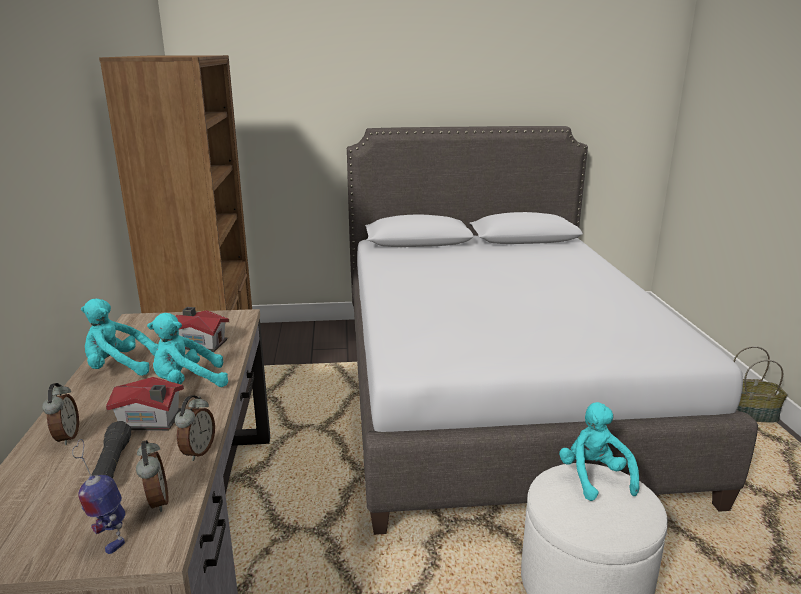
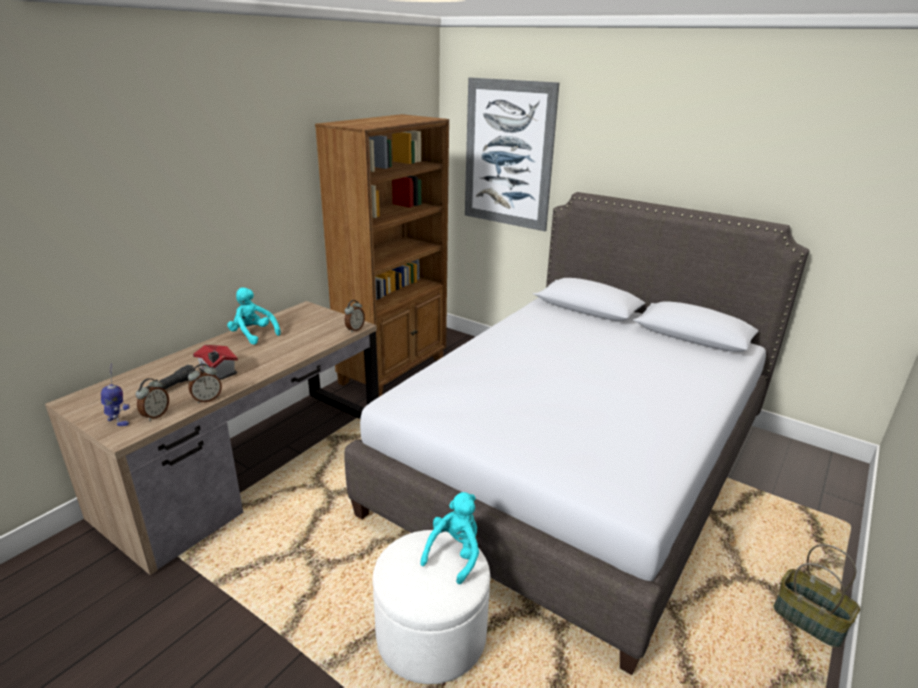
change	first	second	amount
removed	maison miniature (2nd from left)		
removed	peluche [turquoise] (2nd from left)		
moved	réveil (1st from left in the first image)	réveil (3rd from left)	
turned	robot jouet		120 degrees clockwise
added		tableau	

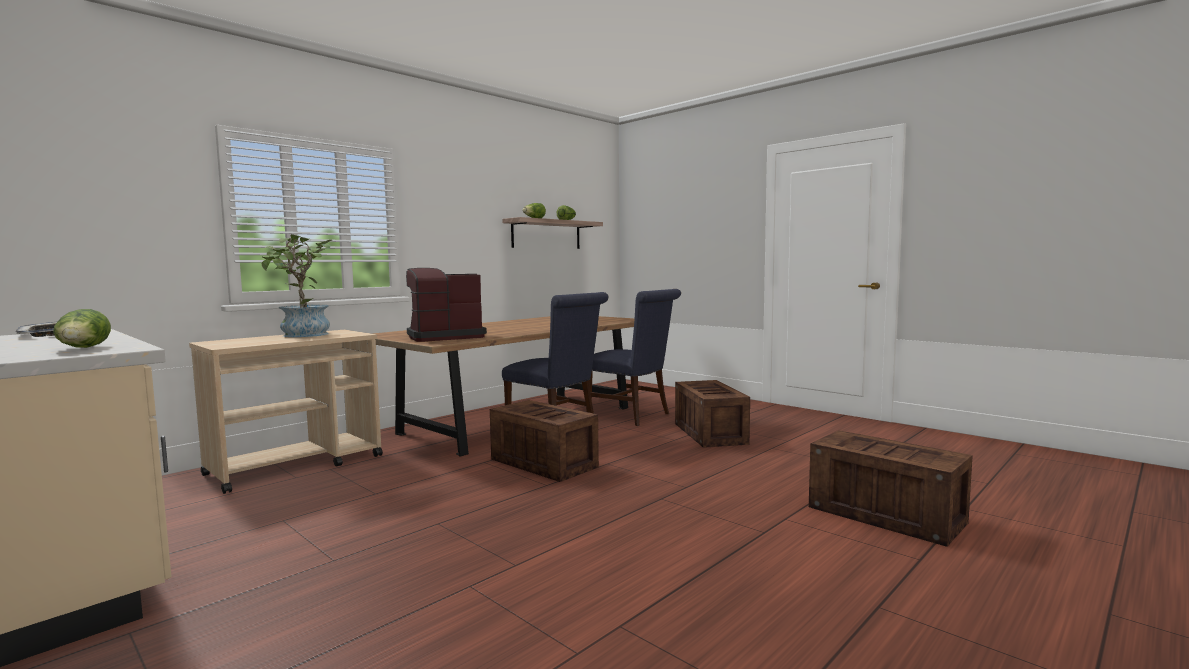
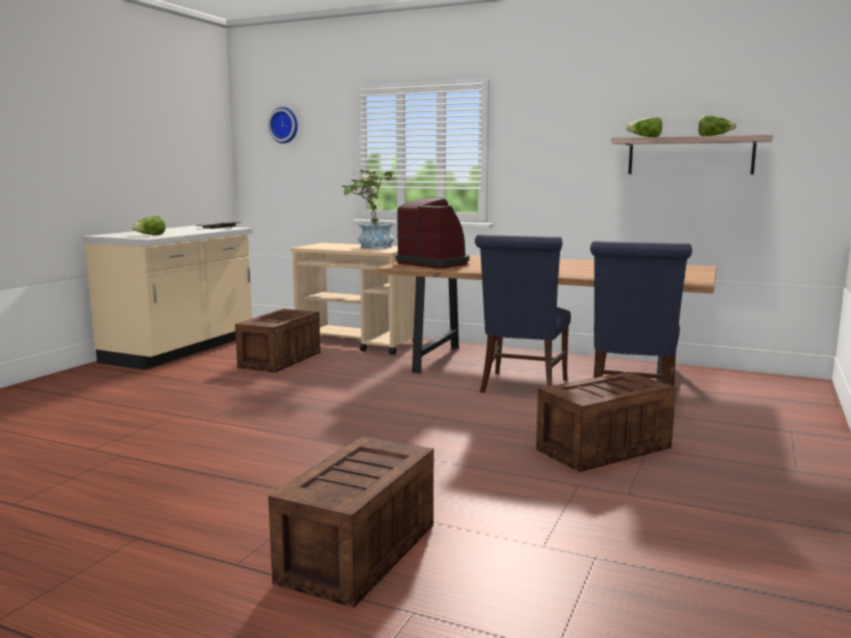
change	first	second	amount
moved	caisse (1st from left)		
added		horloge murale	

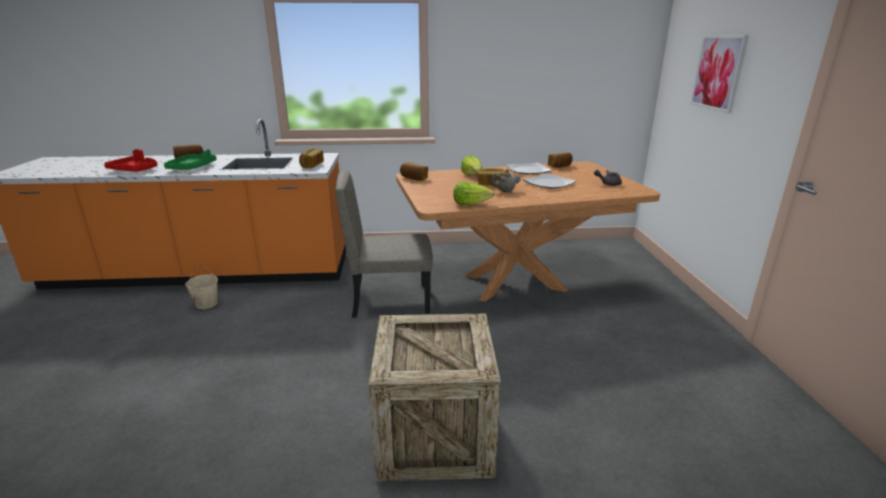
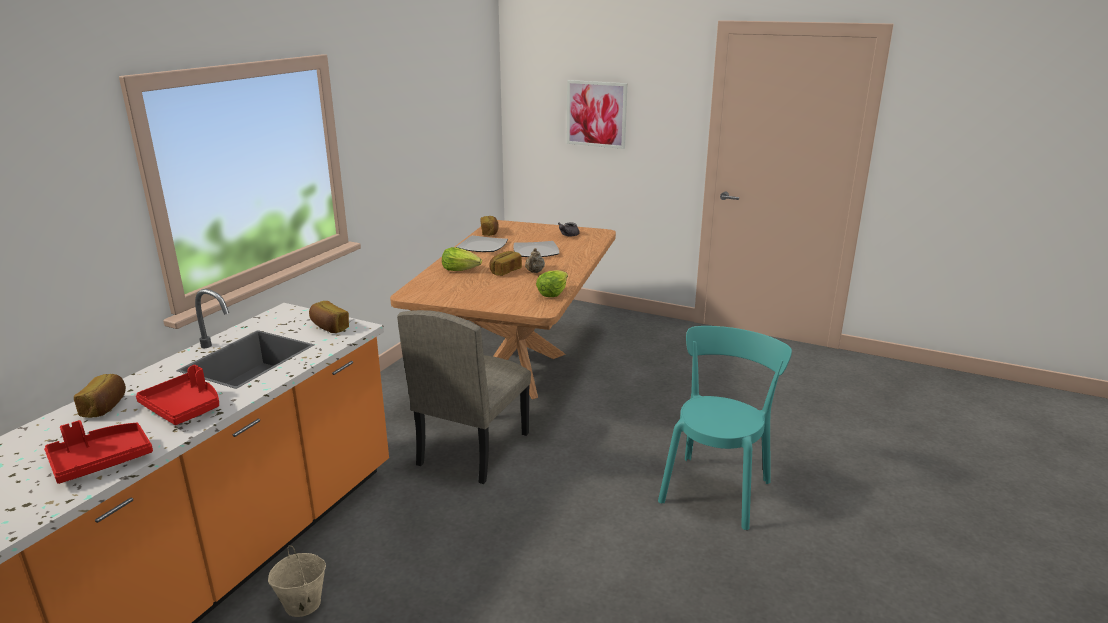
change	first	second	amount
recoloured	plateau [vert]	plateau [rouge] (2nd from left)	
removed	pain (3rd from left)		
replaced	caisse	chaise [turquoise]	

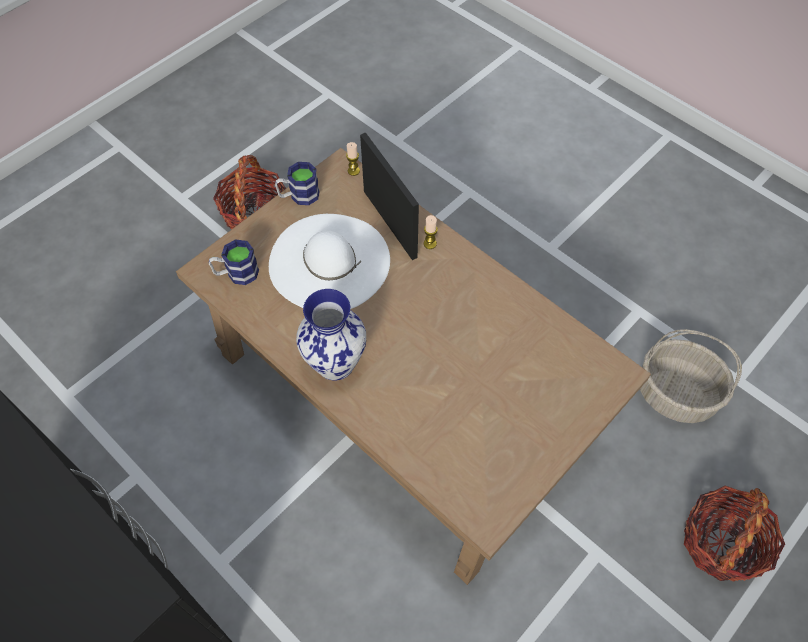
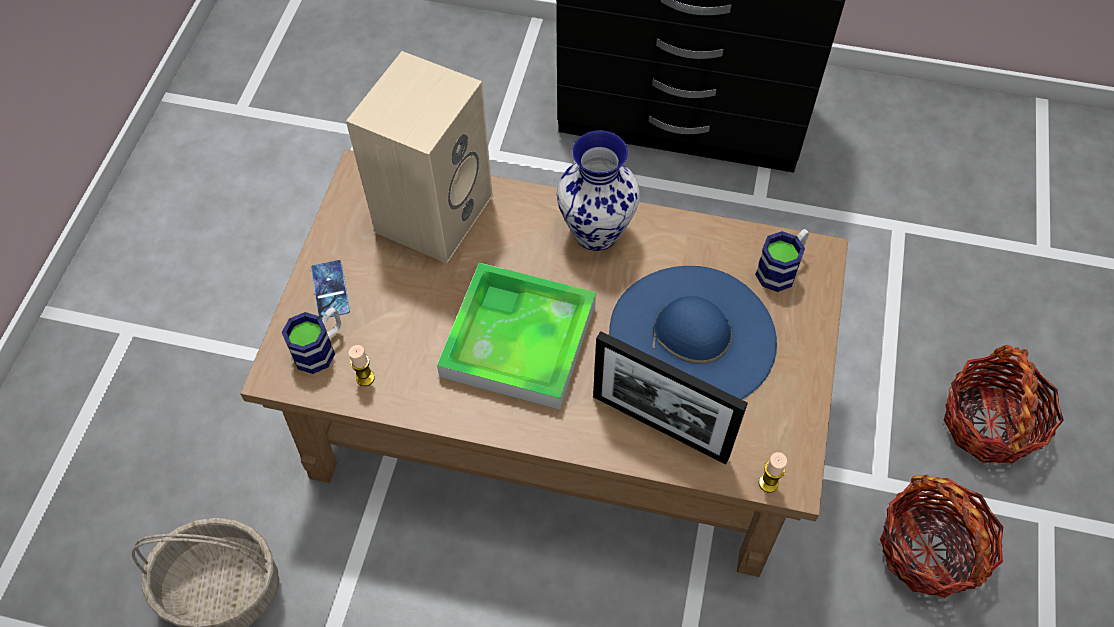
change	first	second	amount
moved	mug (2nd from left in the first image)	mug (1st from left)	
recoloured	chapeau [blanc]	chapeau [bleu]	
moved	bougie (2nd from left in the first image)	bougie (1st from left)	
moved	panier (3rd from left)		
added		enceinte [beige]	
added		téléphone	
added		plateau	

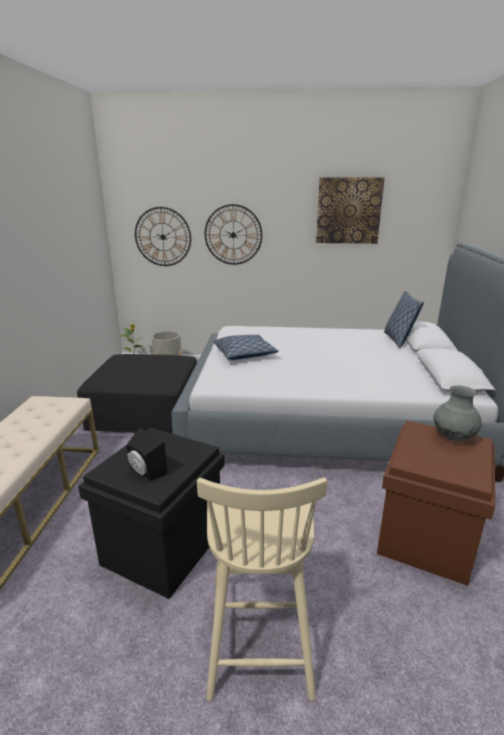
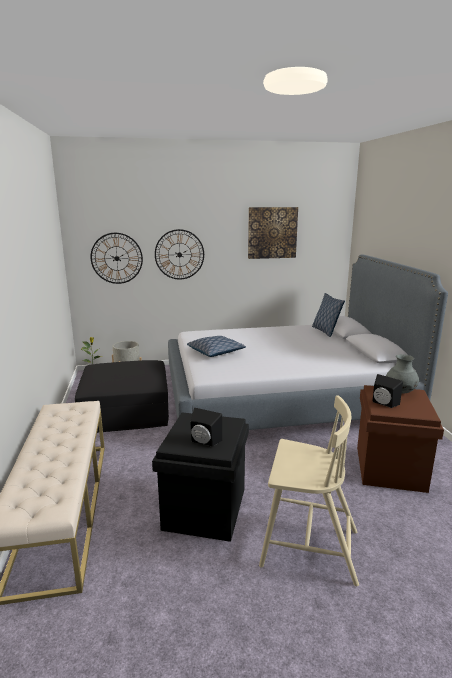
change	first	second	amount
turned	chaise [beige]		60 degrees counterclockwise
added		enceinte [noir] (2nd from left)	

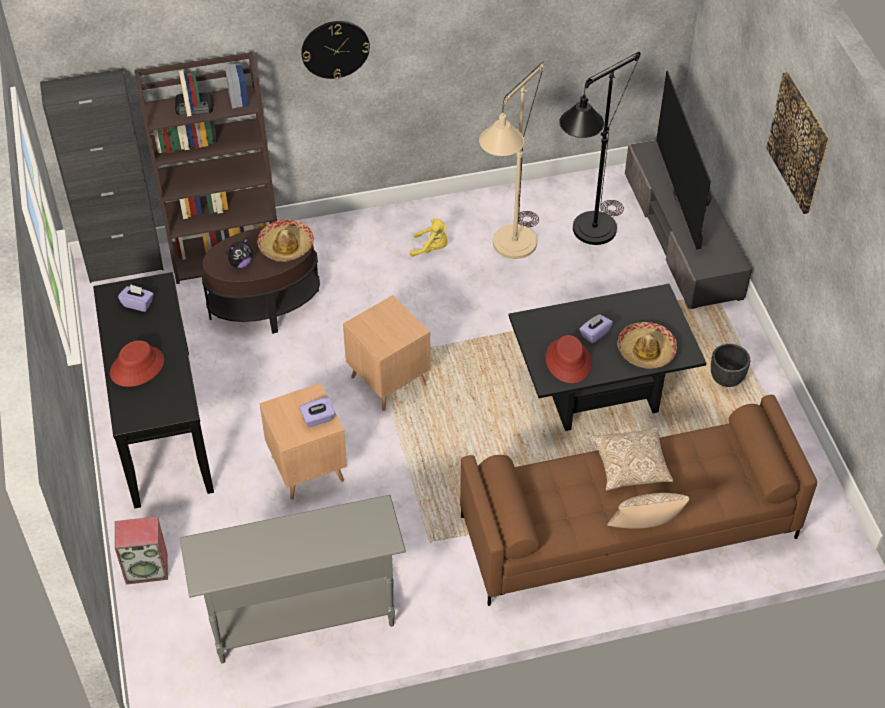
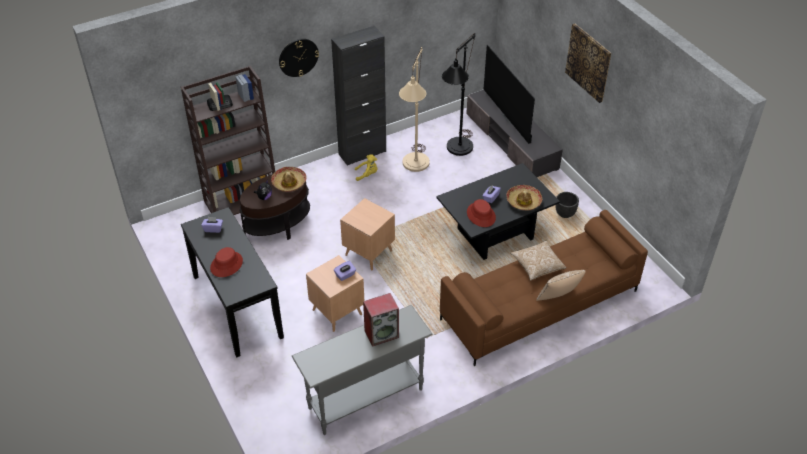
change	first	second	amount
moved	meuble de rangement [noir]		
moved	enceinte		

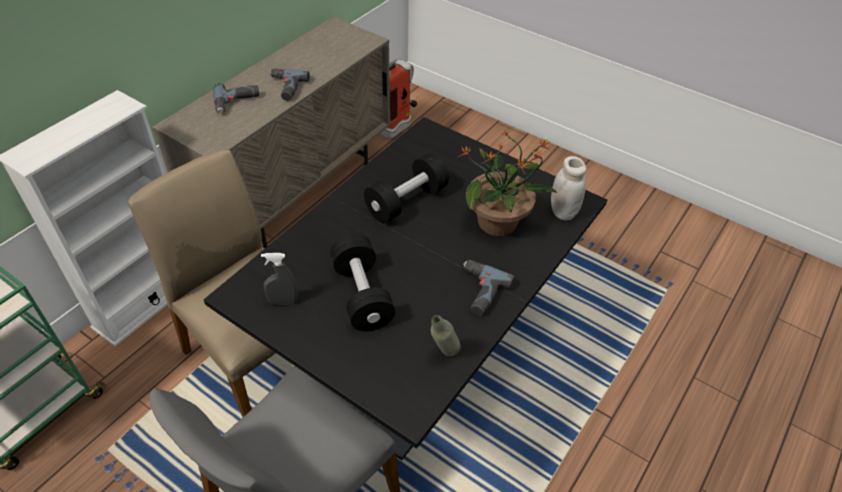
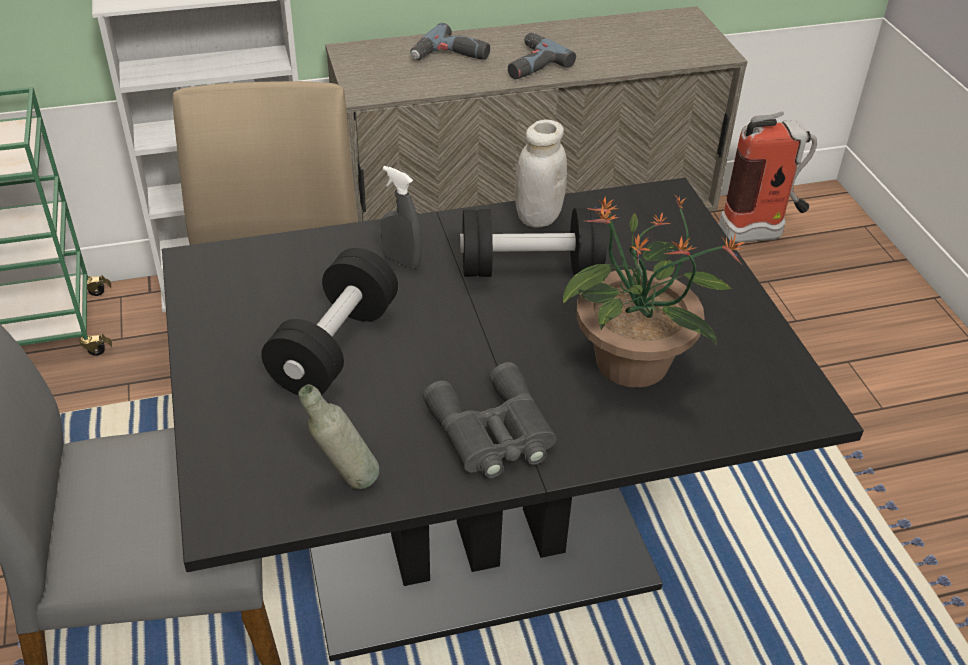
change	first	second	amount
moved	bocal [blanc]		
moved	vaporisateur [gris]		
replaced	perceuse (3rd from left)	jumelles [gris]	

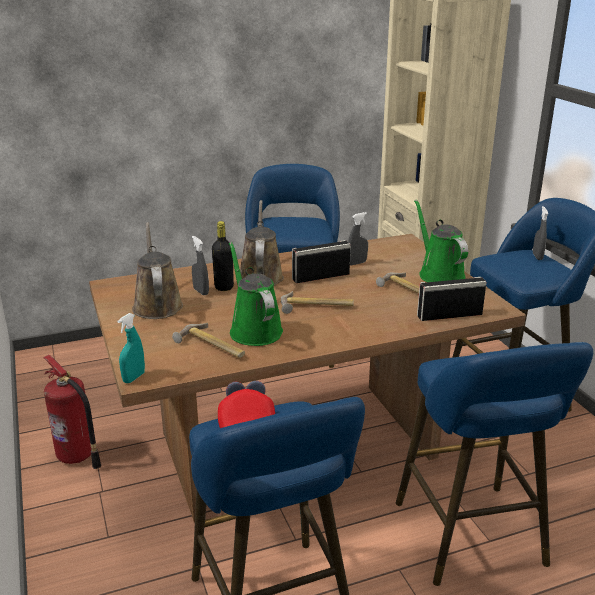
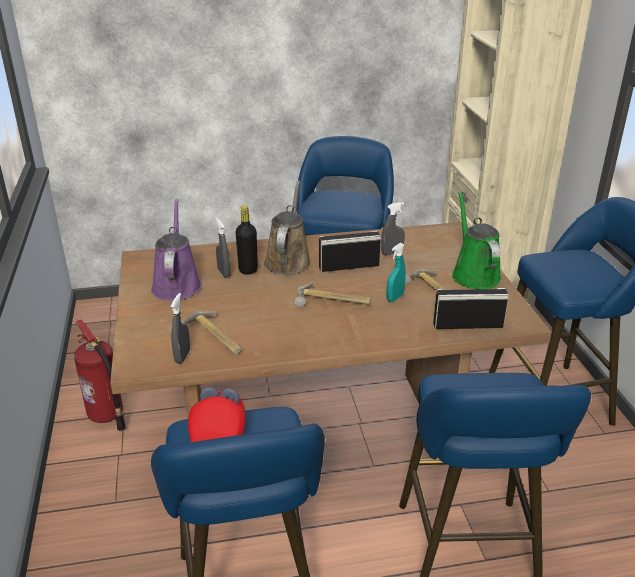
change	first	second	amount
moved	vaporisateur [gris] (3rd from left in the first image)	vaporisateur [gris] (1st from left)	
recoloured	arrosoir [marron] (1st from left)	arrosoir [violet]	
removed	arrosoir [vert] (1st from left)		
moved	vaporisateur [turquoise]		

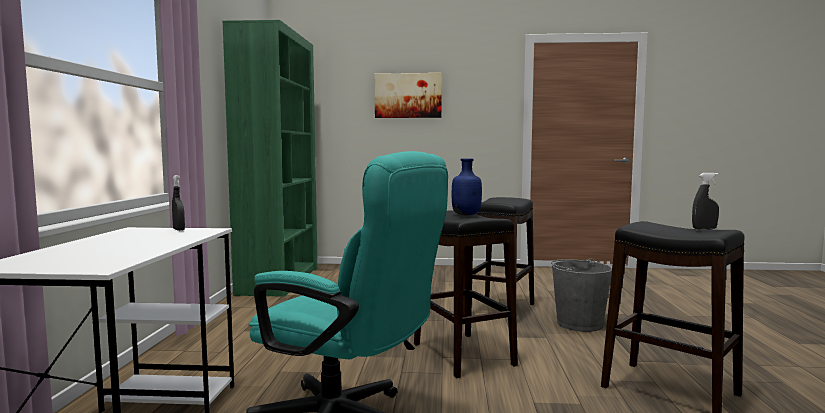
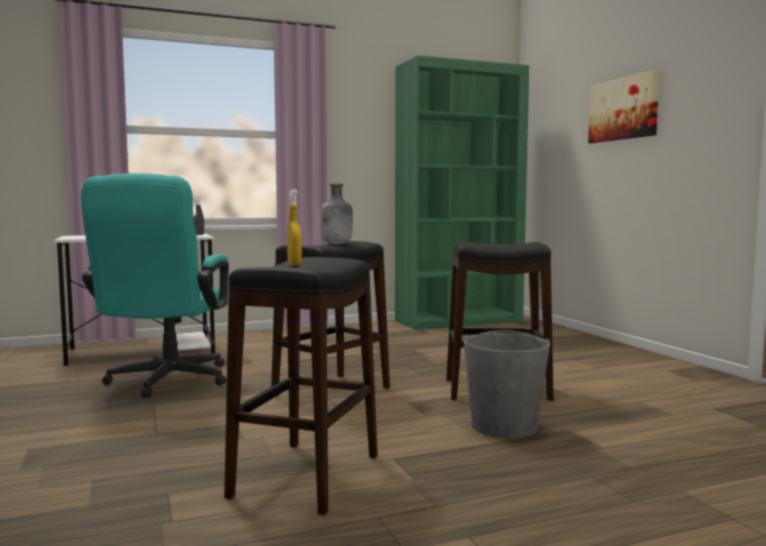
change	first	second	amount
recoloured	bouteille [bleu]	bouteille [gris]	
recoloured	vaporisateur [gris] (2nd from left)	vaporisateur [jaune]	

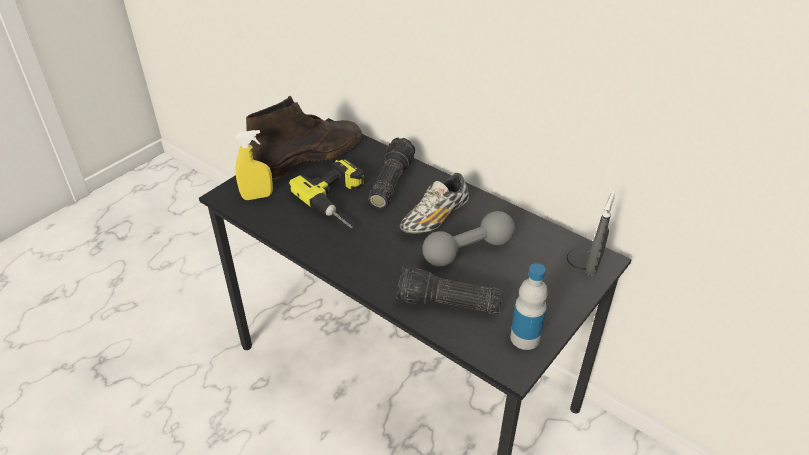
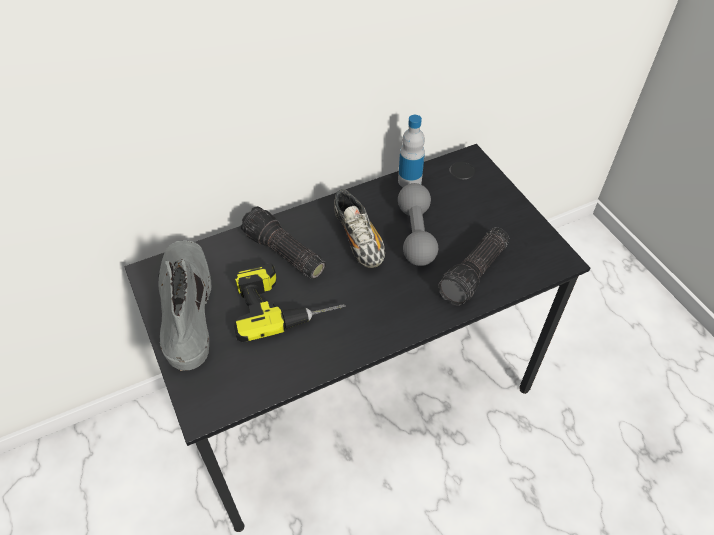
change	first	second	amount
recoloured	botte [marron]	botte [gris]	
removed	vaporisateur [jaune]		
removed	vaporisateur [gris]		
moved	bouteille		

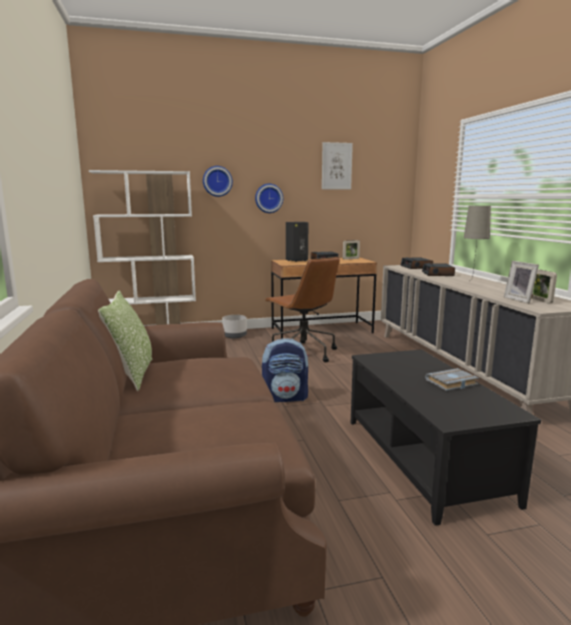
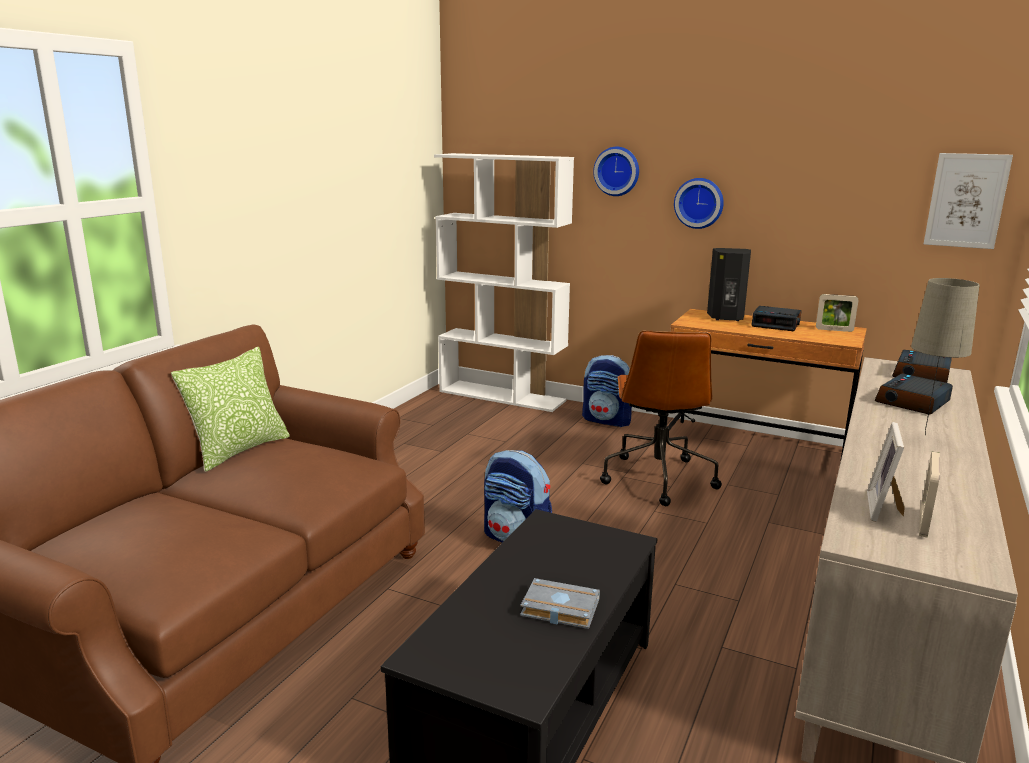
change	first	second	amount
moved	tableau		
replaced	cache-pot [gris]	sac à dos (2nd from left)	

